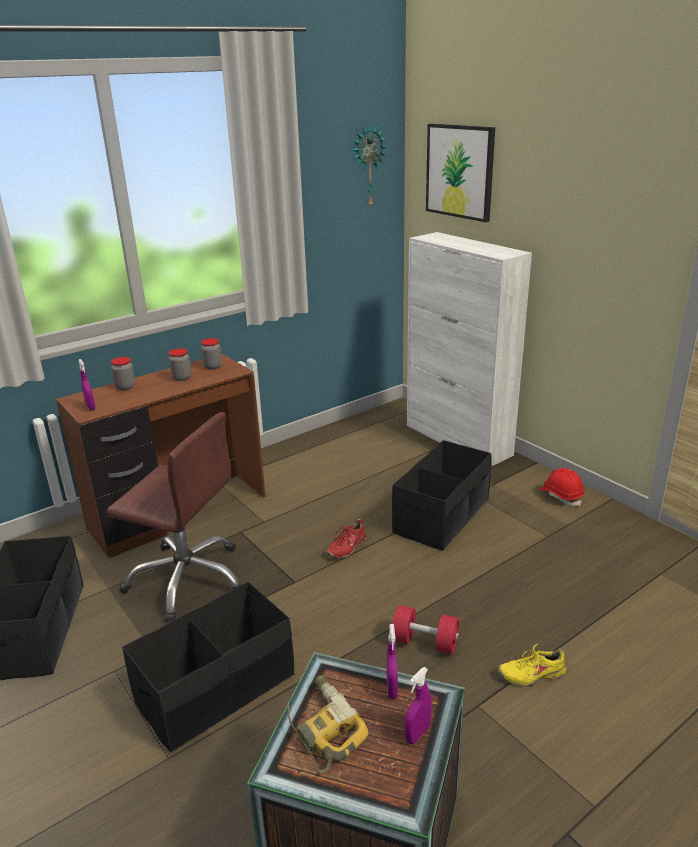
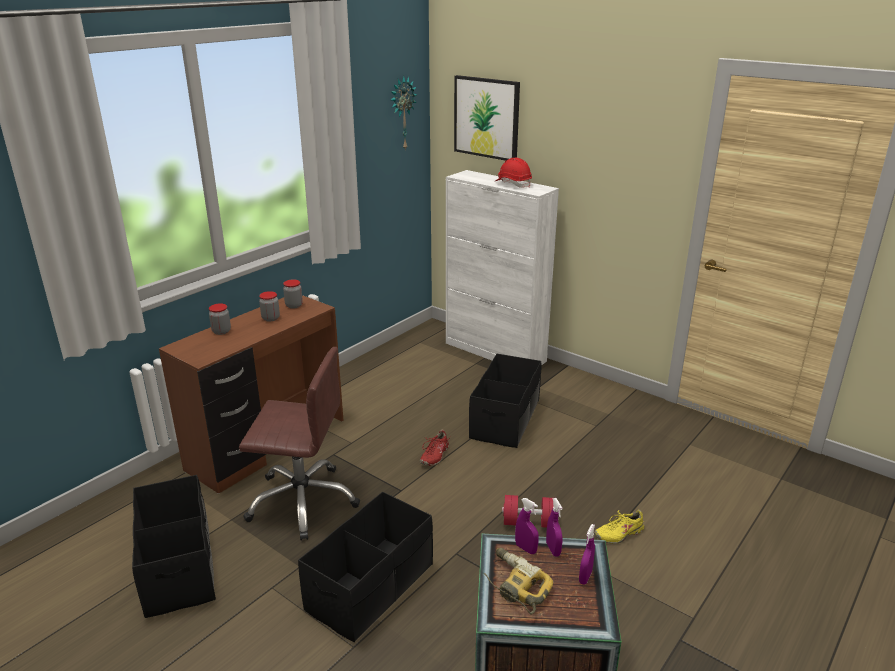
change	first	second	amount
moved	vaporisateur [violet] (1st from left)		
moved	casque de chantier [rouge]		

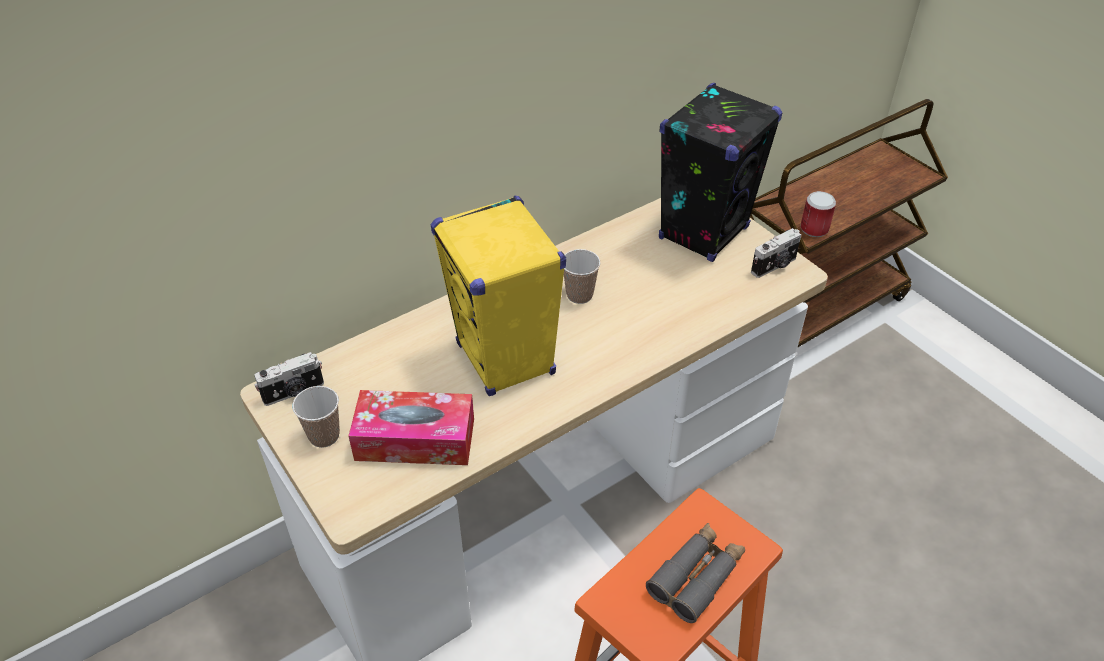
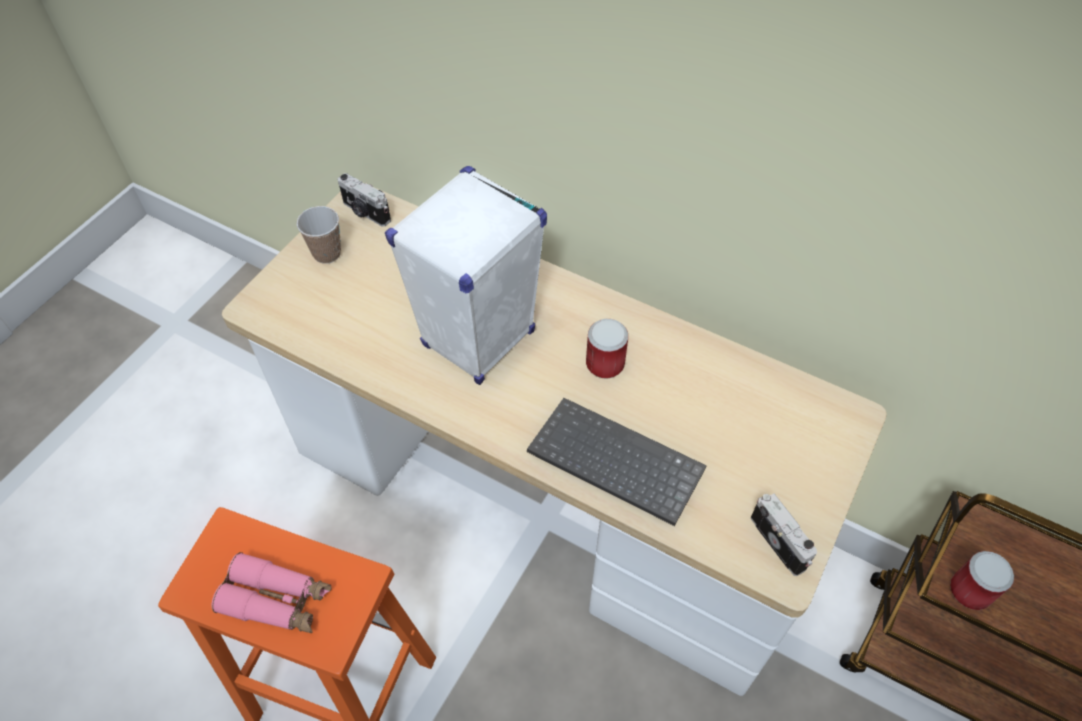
change	first	second	amount
removed	enceinte [noir]		
recoloured	enceinte [jaune]	enceinte [blanc]	
turned	appareil photo (2nd from left)		150 degrees counterclockwise
replaced	tasse (2nd from left)	boîte métallique (1st from left)	
removed	boîte à mouchoirs		
recoloured	jumelles [gris]	jumelles [rose]	
added		clavier	

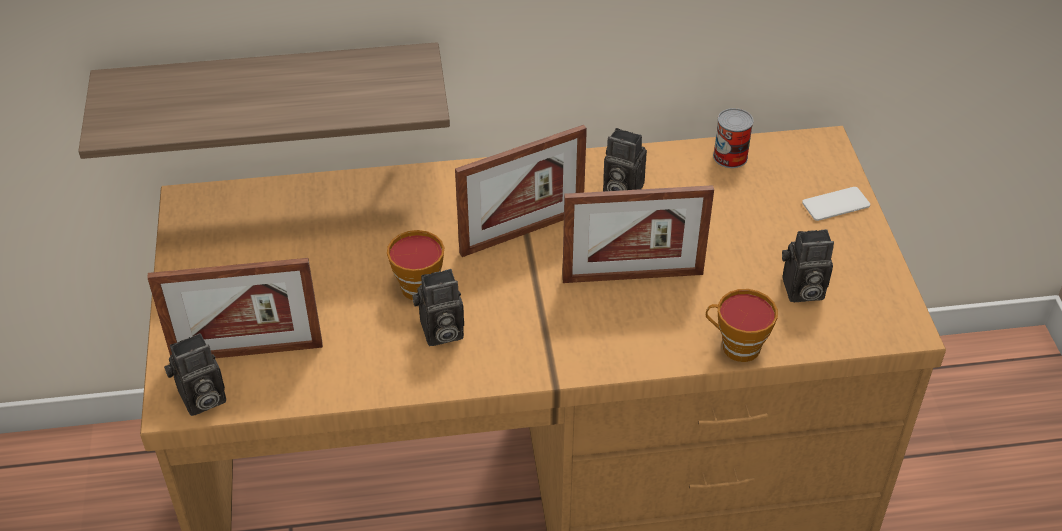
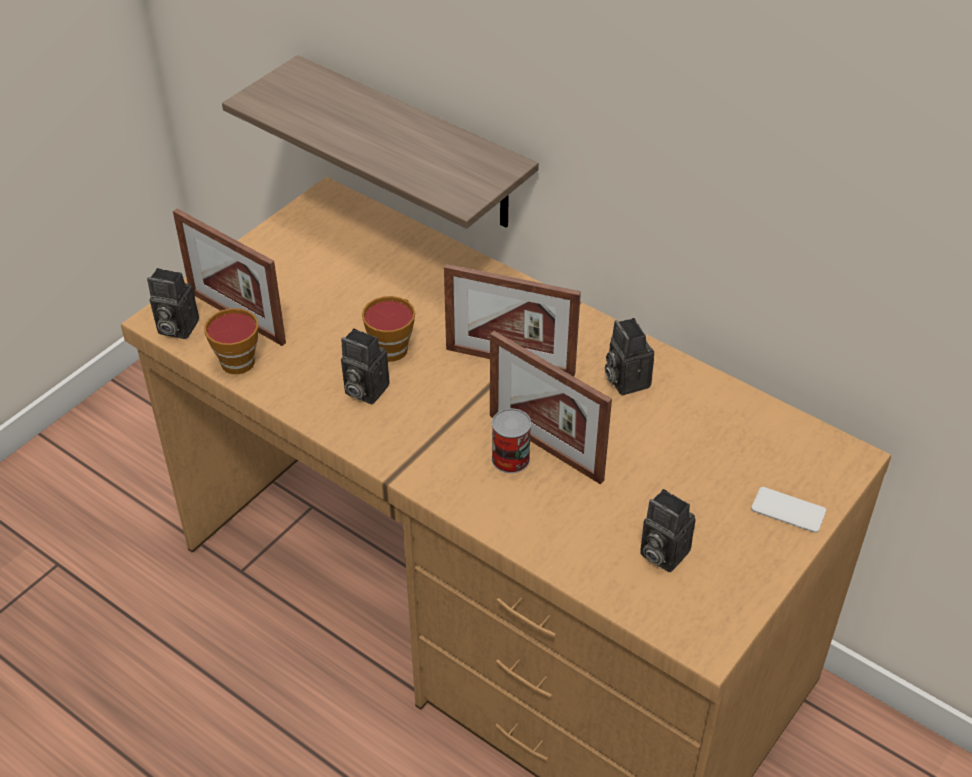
change	first	second	amount
moved	boîte métallique		
moved	tasse (2nd from left in the first image)	tasse (1st from left)	

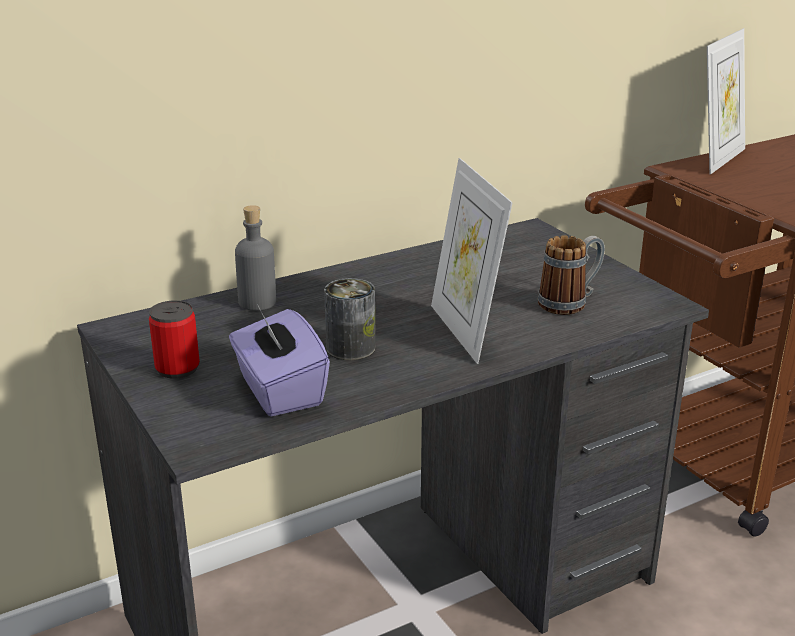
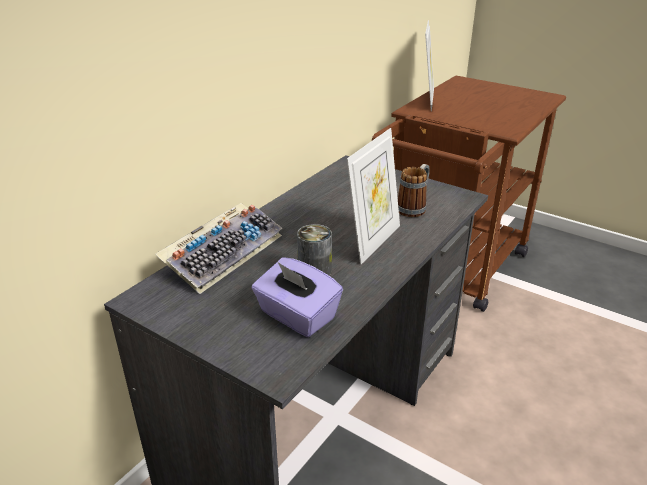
change	first	second	amount
turned	cadre photo (1st from left)		105 degrees counterclockwise
replaced	bouteille [gris]	clavier	
removed	boîte métallique (1st from left)		

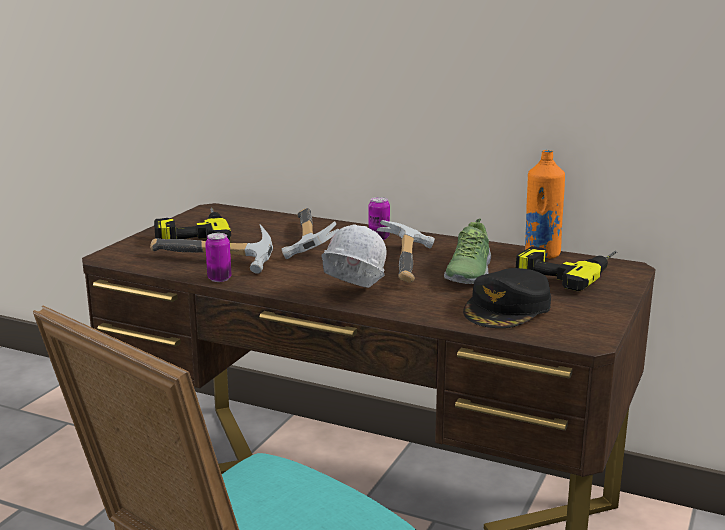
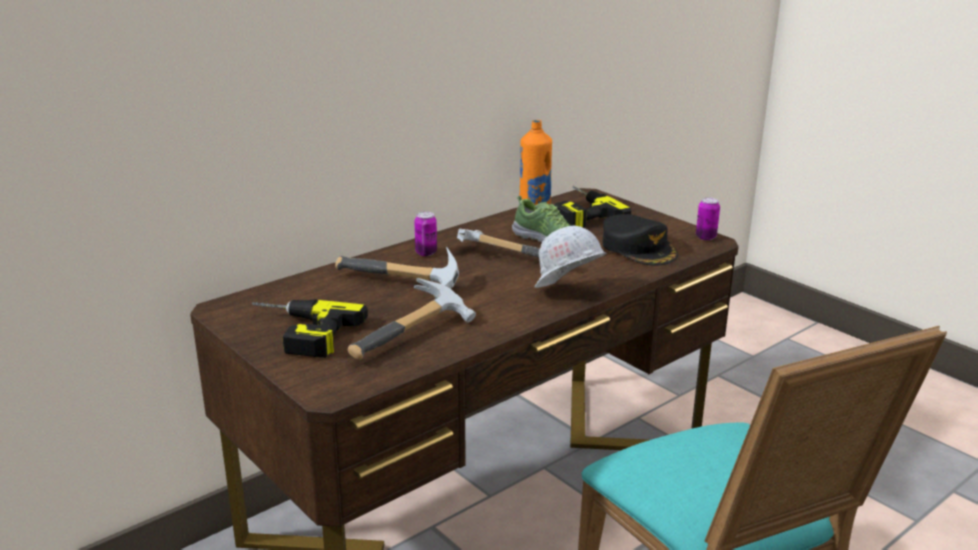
change	first	second	amount
moved	boîte métallique (1st from left in the first image)	boîte métallique (2nd from left)	

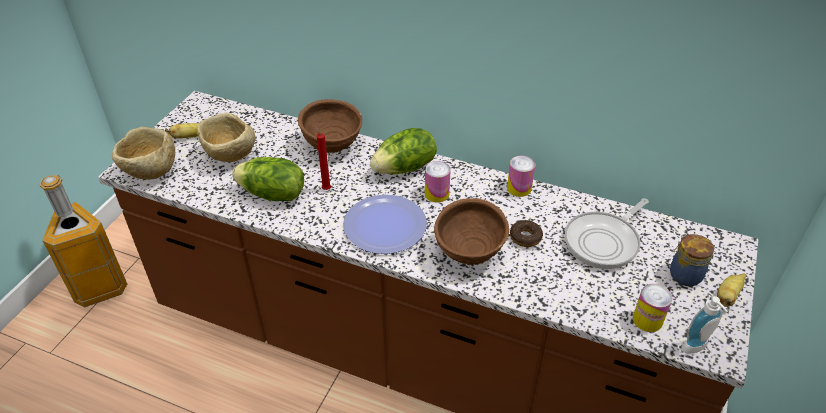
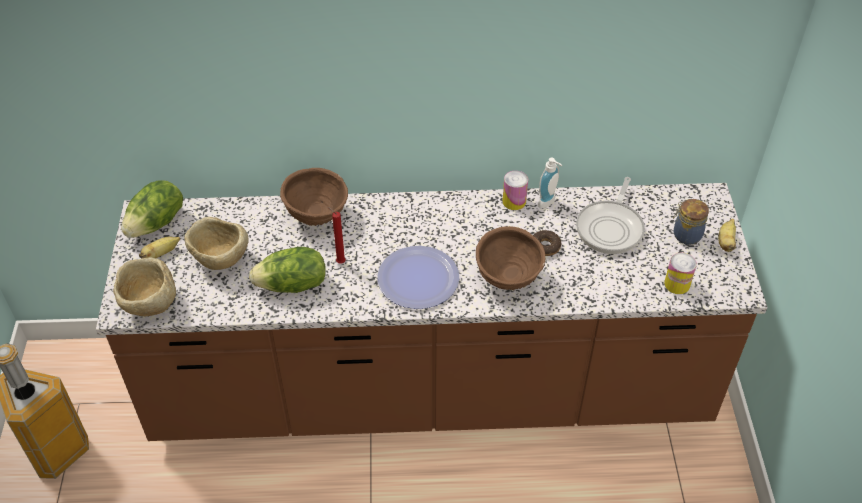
change	first	second	amount
moved	laitue (2nd from left in the first image)	laitue (1st from left)	
removed	boîte métallique (1st from left)		
moved	distributeur de savon		

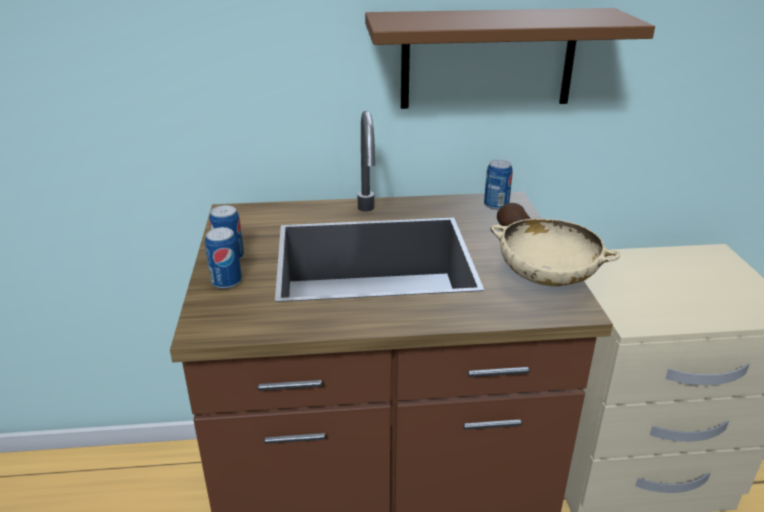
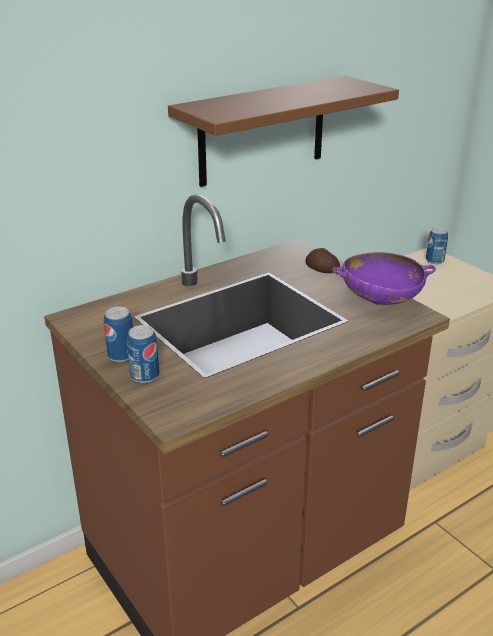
change	first	second	amount
moved	boîte métallique (3rd from left)		
recoloured	bol [beige]	bol [violet]	

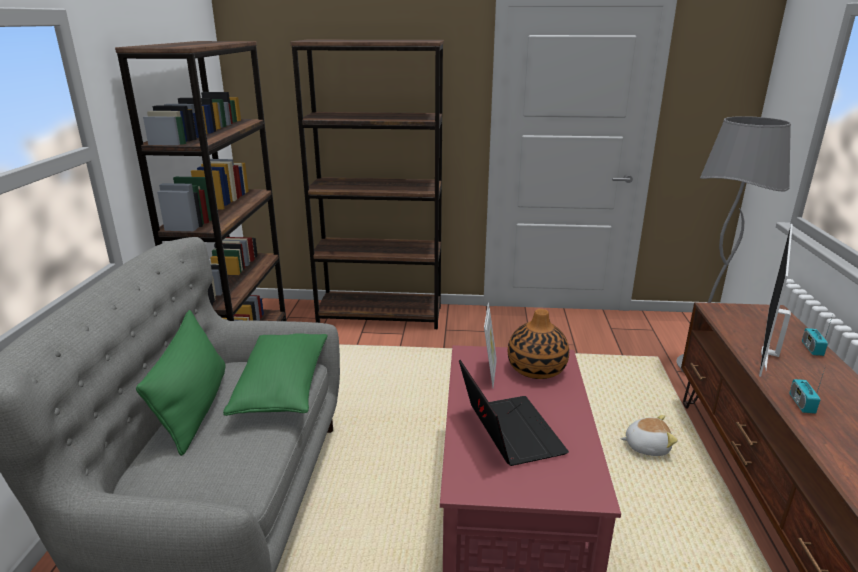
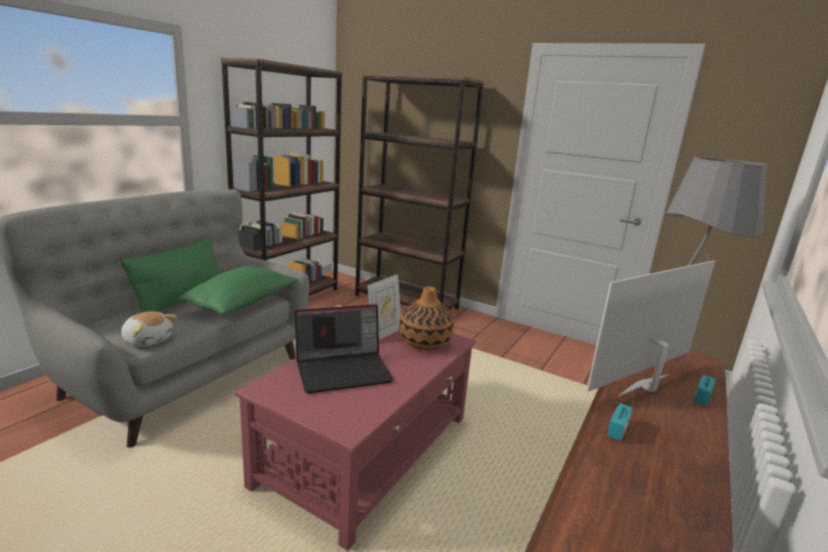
change	first	second	amount
turned	ordinateur portable		60 degrees clockwise
moved	peluche		

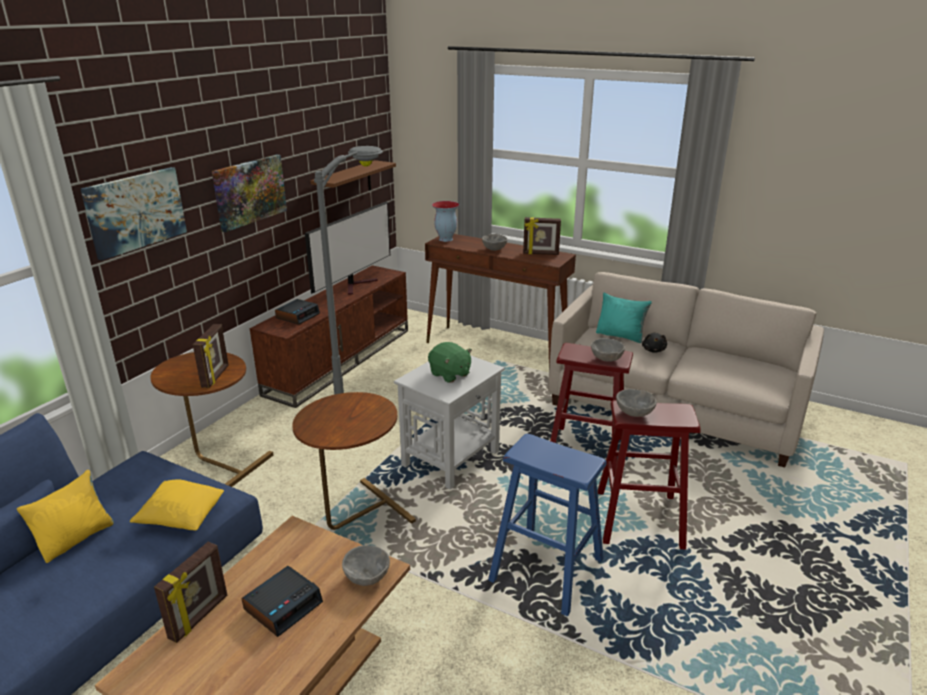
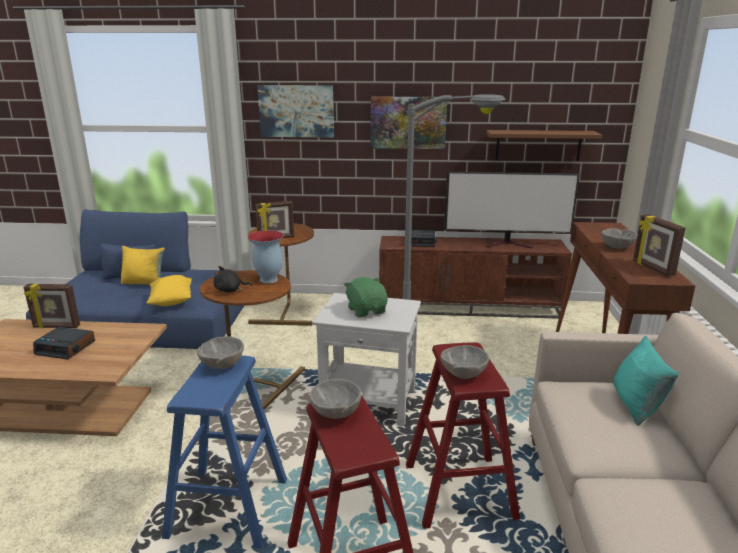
change	first	second	amount
moved	vase		
moved	peluche [noir]		
turned	peluche [vert]		135 degrees clockwise
moved	bol [gris] (1st from left)		

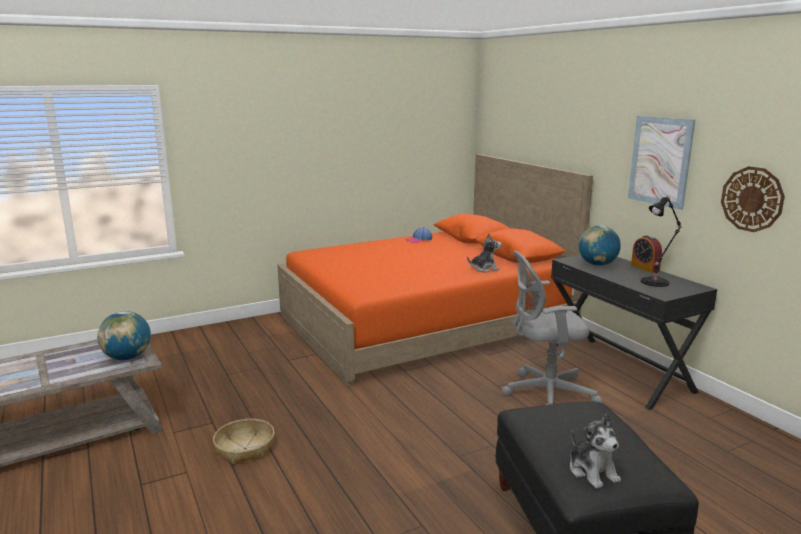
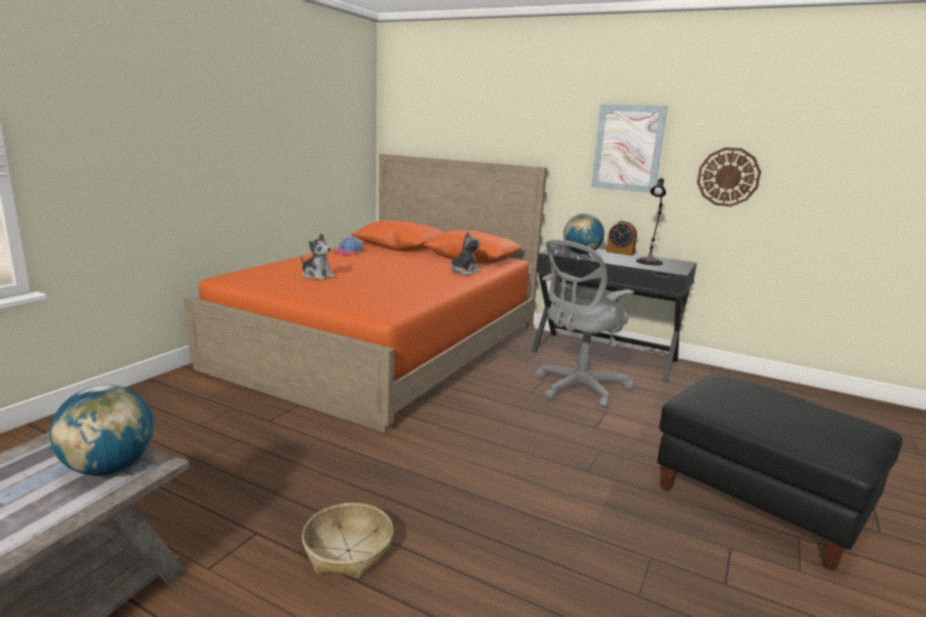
change	first	second	amount
moved	peluche (2nd from left in the first image)	peluche (1st from left)	

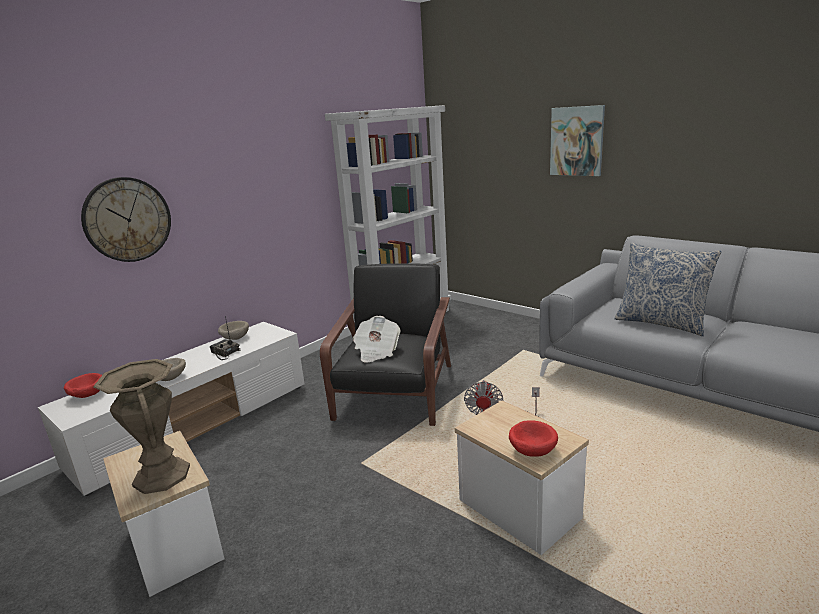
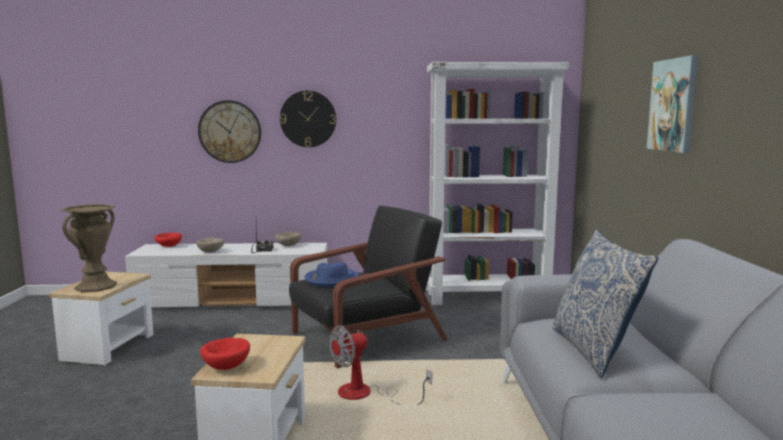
change	first	second	amount
replaced	journal	chapeau [bleu]	
added		horloge murale (2nd from left)	

